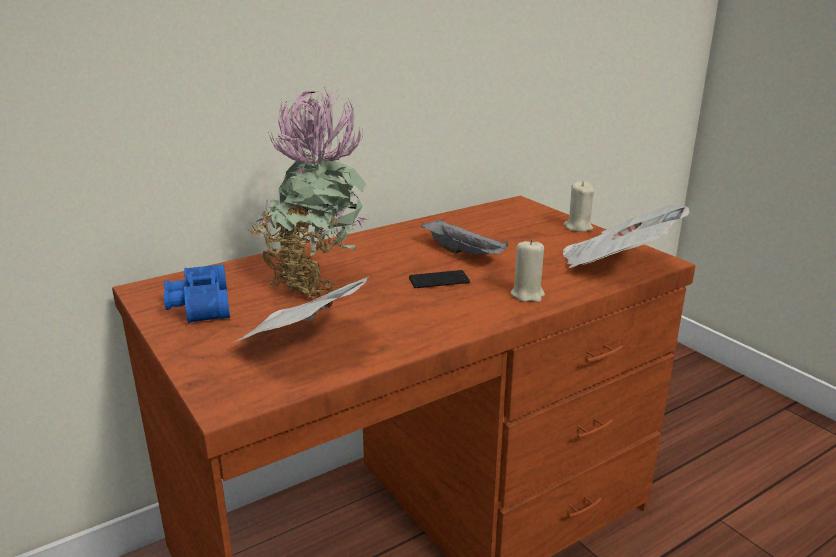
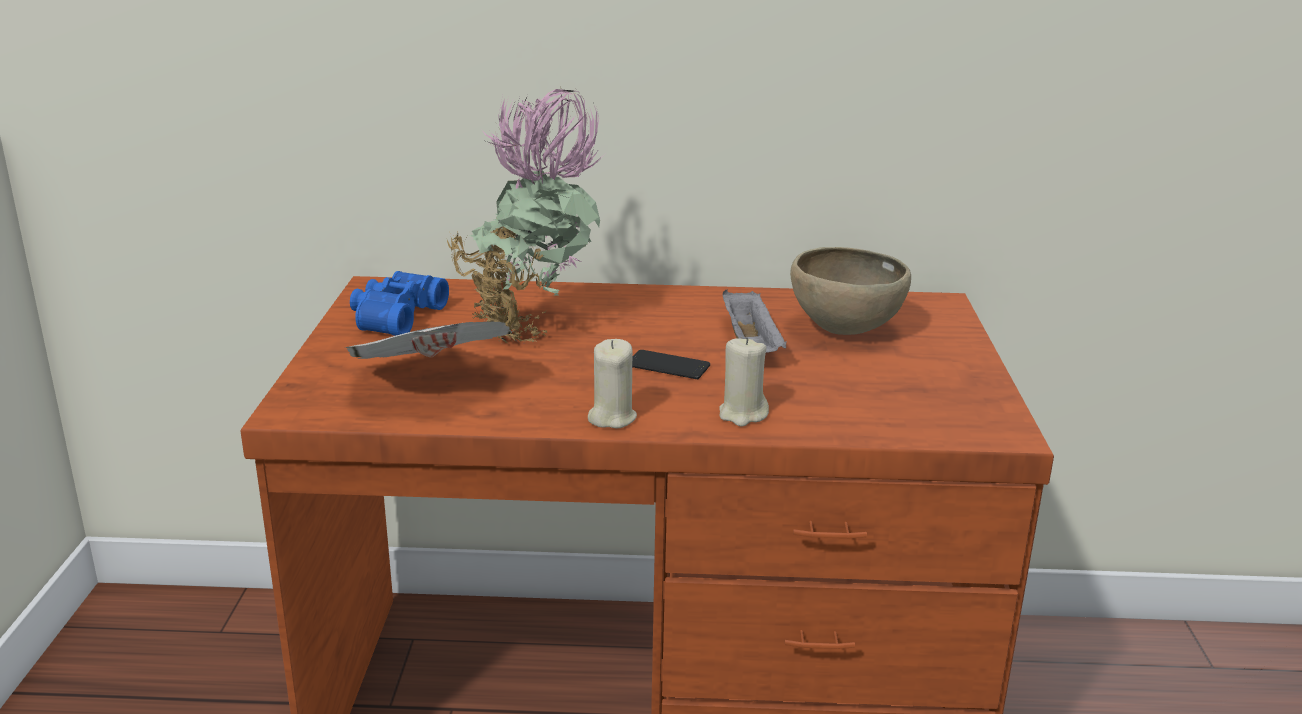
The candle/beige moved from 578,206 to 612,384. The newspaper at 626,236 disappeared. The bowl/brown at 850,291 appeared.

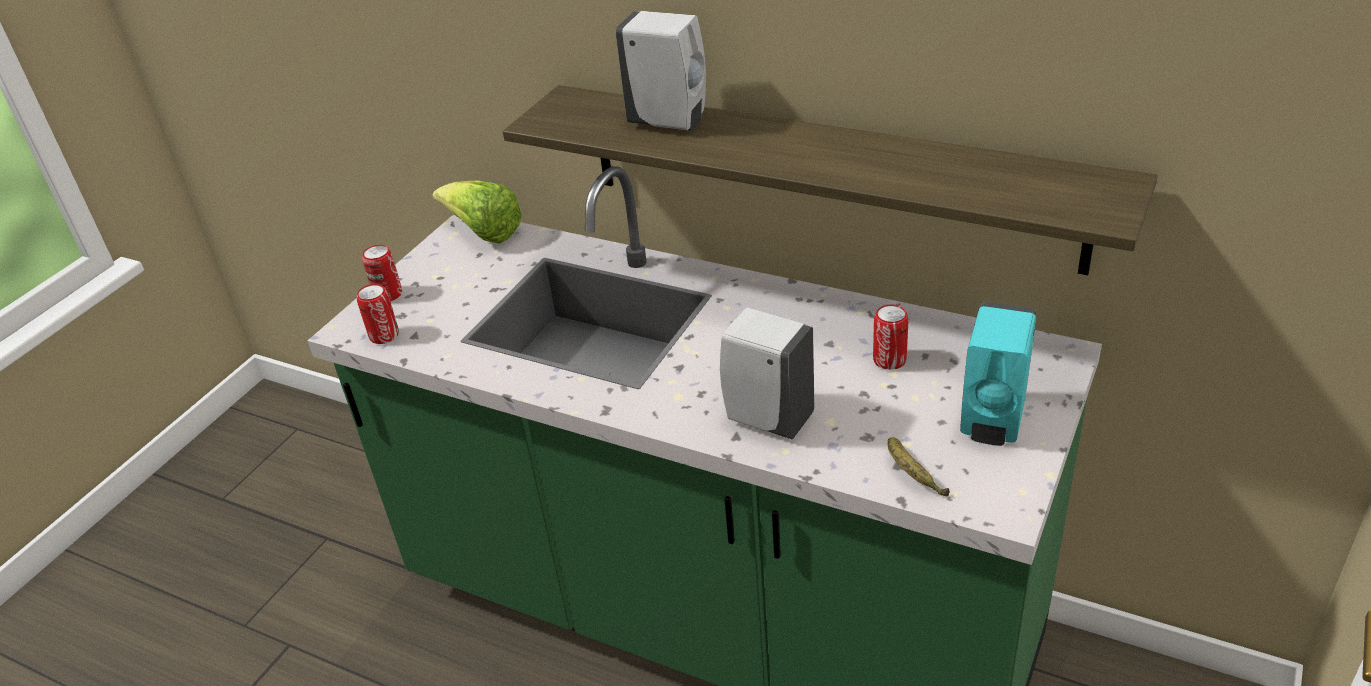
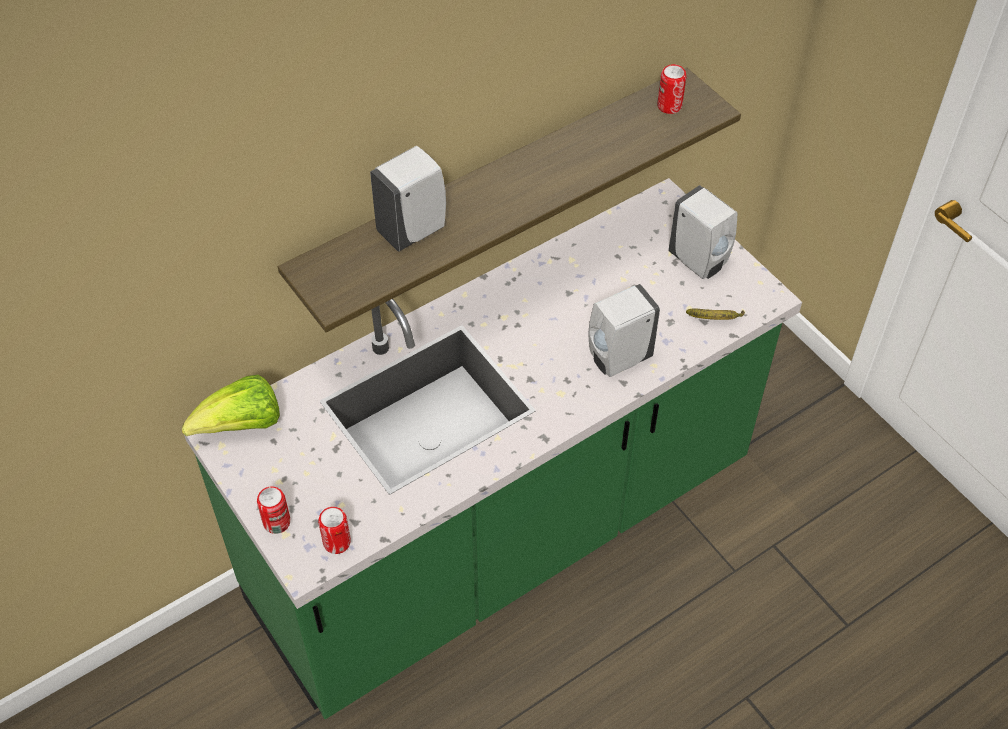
The can moved from 891,337 to 671,89. The soap dispenser/turquoise at 998,374 became the soap dispenser/white at 703,232.

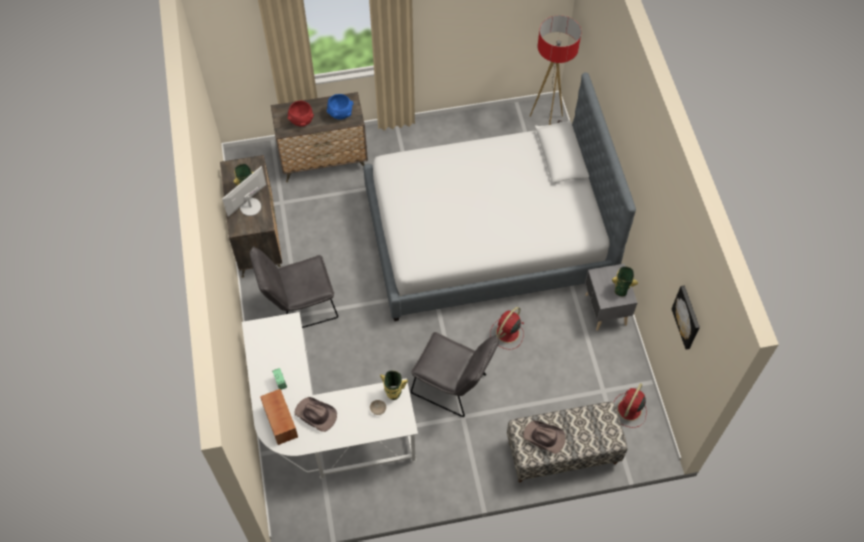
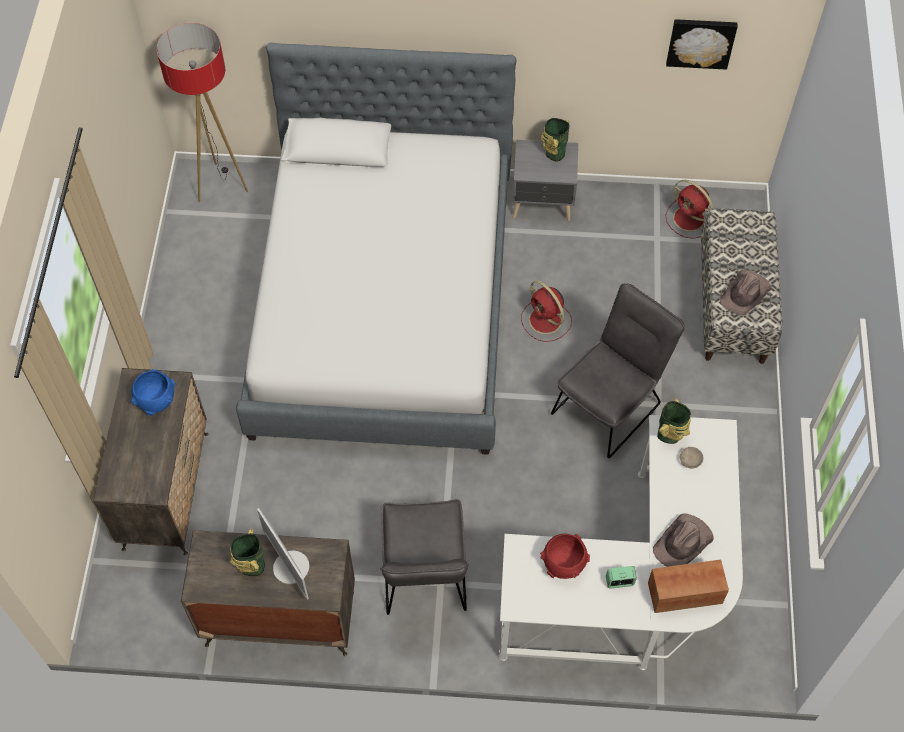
The bowl/red moved from 301,114 to 565,556.

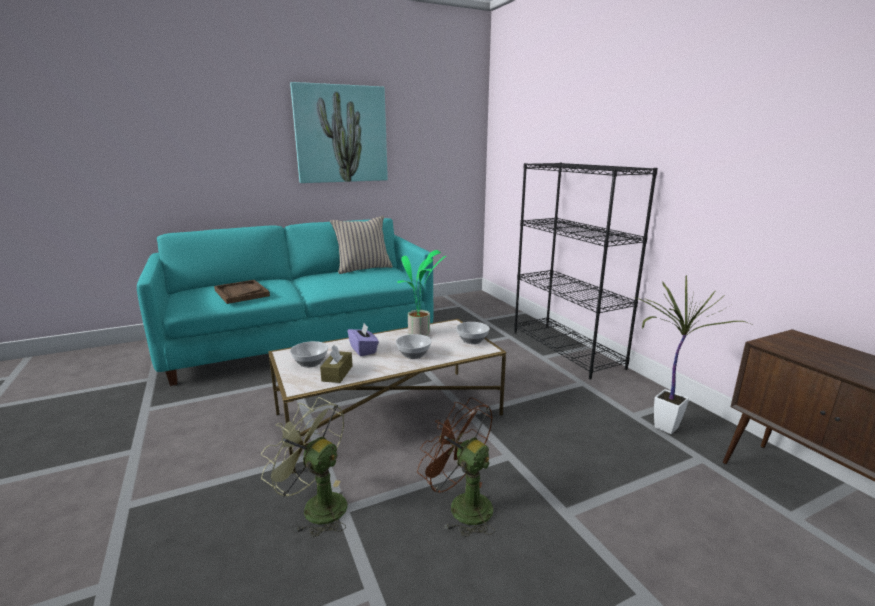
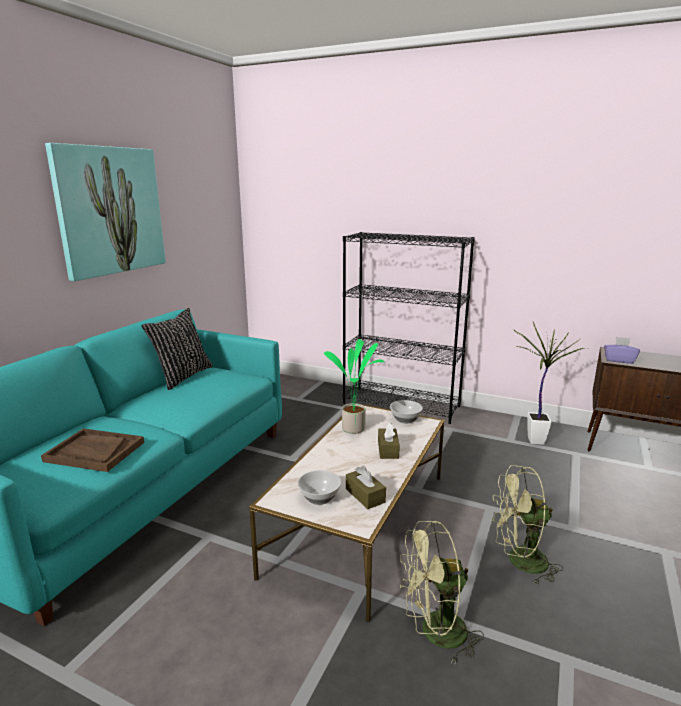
The pillow/beige at 361,245 became the pillow/black at 177,349. The tissue box/purple moved from 363,340 to 622,350. The bowl at 414,346 was replaced by the tissue box/brown at 389,441. The fan/brown at 456,467 became the fan/green at 527,525.

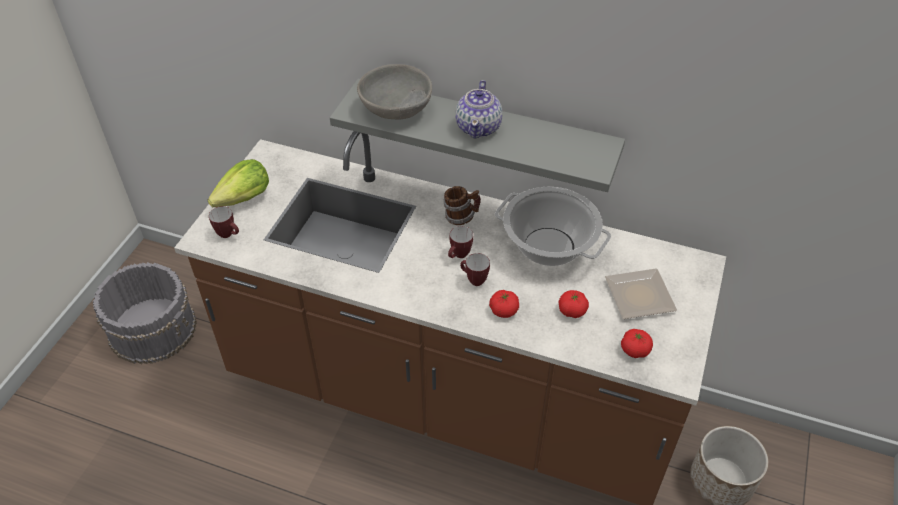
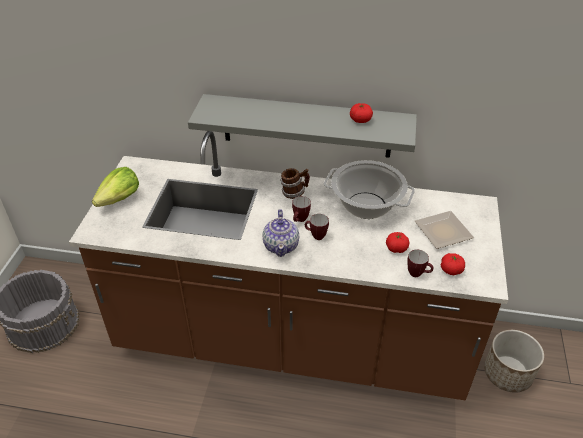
The mug moved from 224,222 to 420,263. The bowl/grey at 394,92 disappeared. The teapot moved from 479,109 to 280,233. The tomato moved from 504,304 to 361,113.

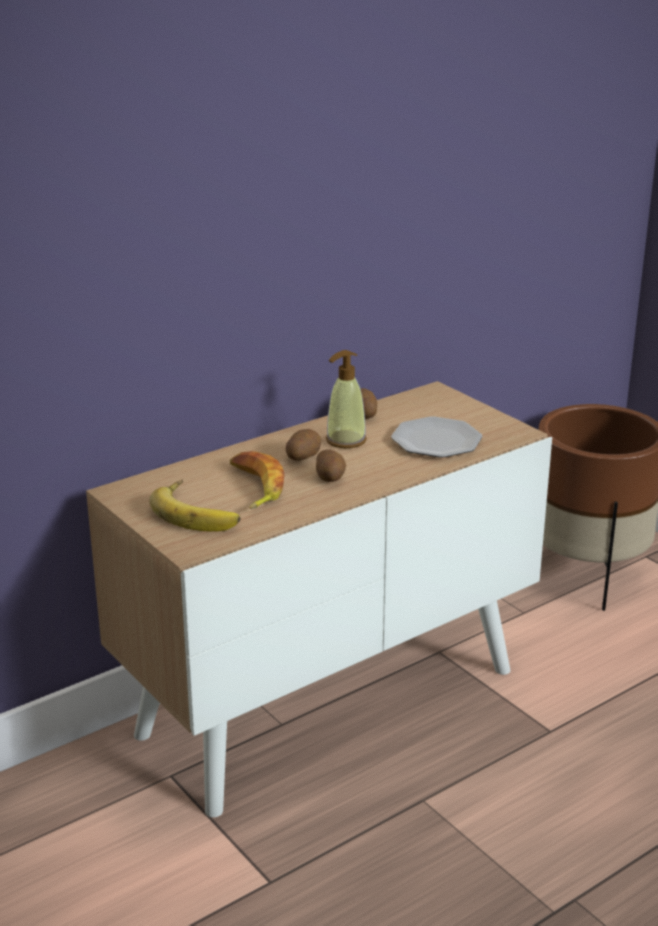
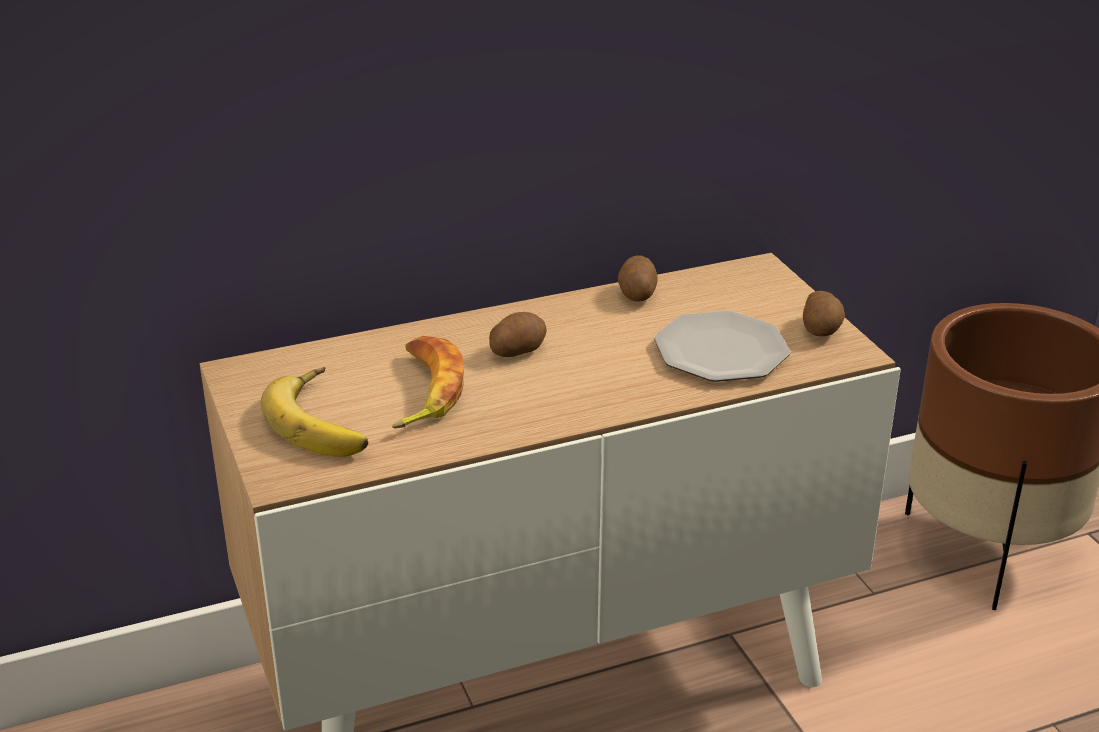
The potato moved from 331,466 to 824,313. The soap dispenser at 346,399 disappeared.

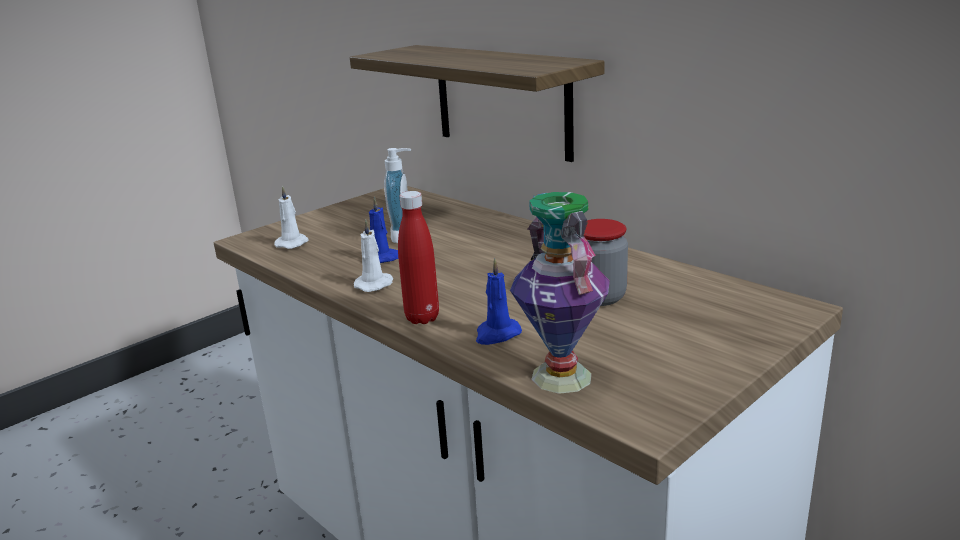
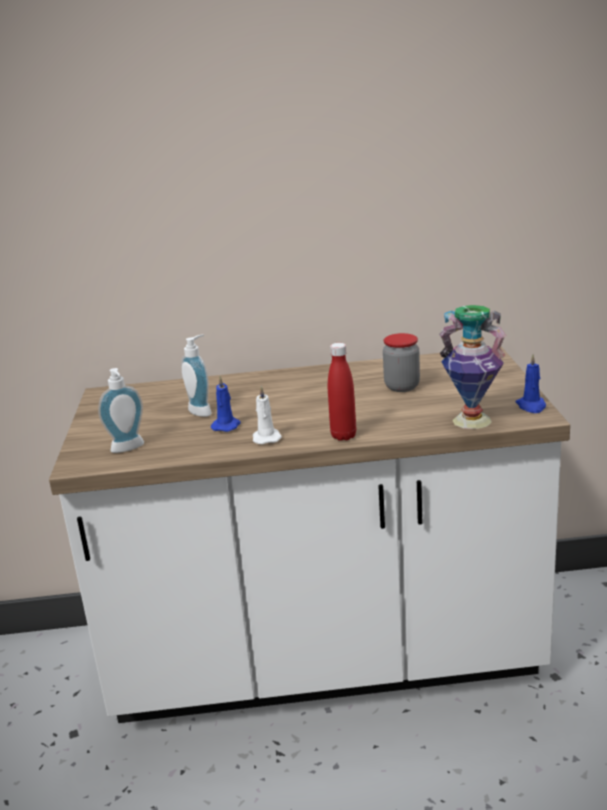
The candle/white at 291,217 was replaced by the soap dispenser at 121,410. The shelf at 477,103 disappeared. The candle/blue moved from 499,301 to 531,383.

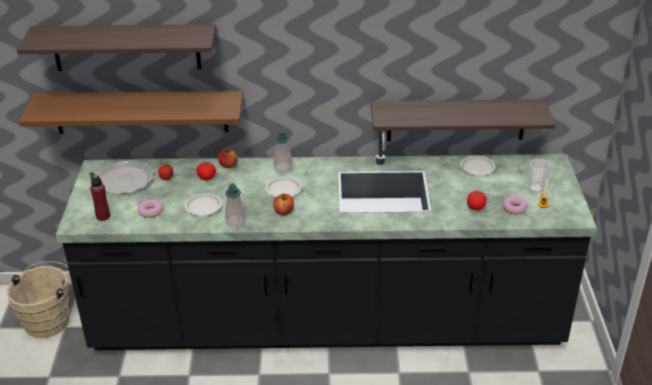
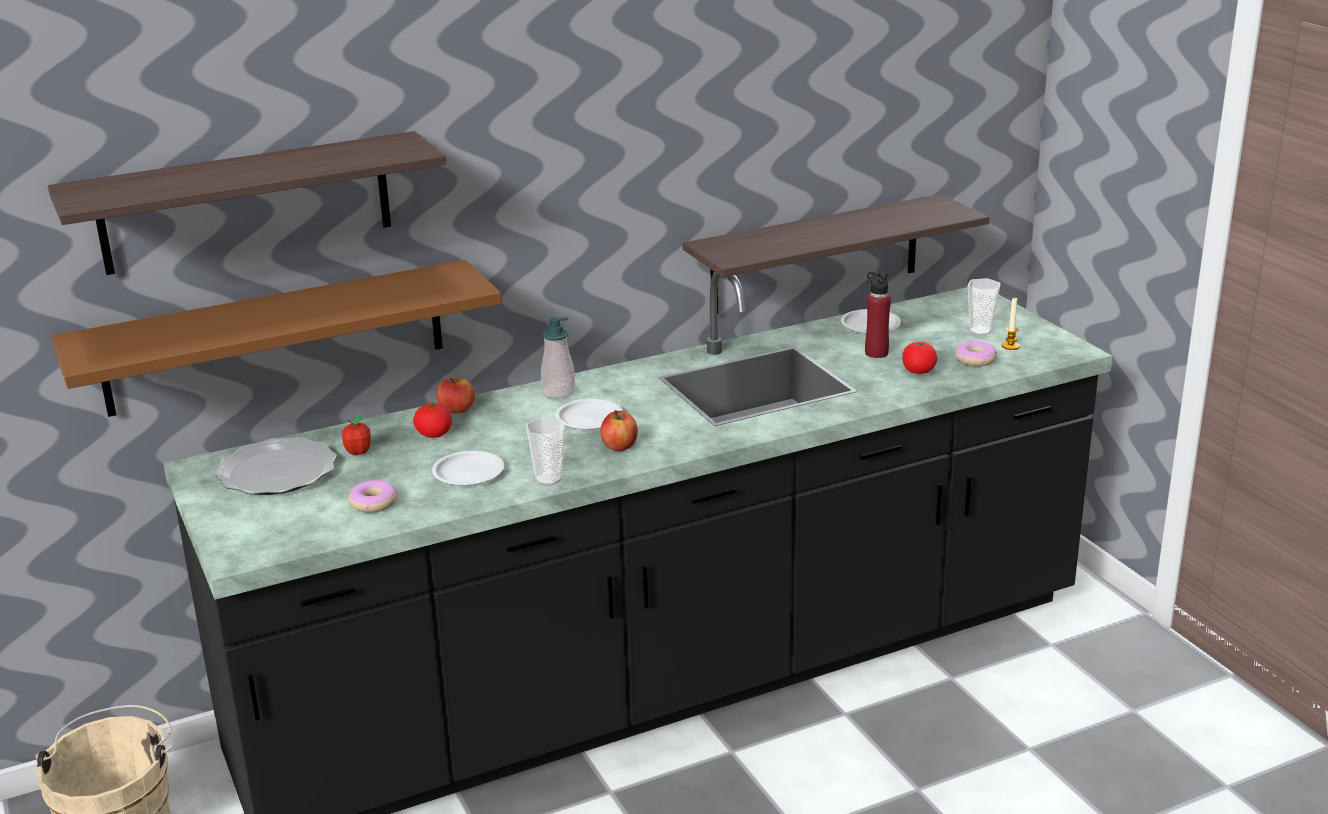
The bottle/red moved from 99,196 to 878,315. The soap dispenser at 235,205 was replaced by the cup at 545,451.

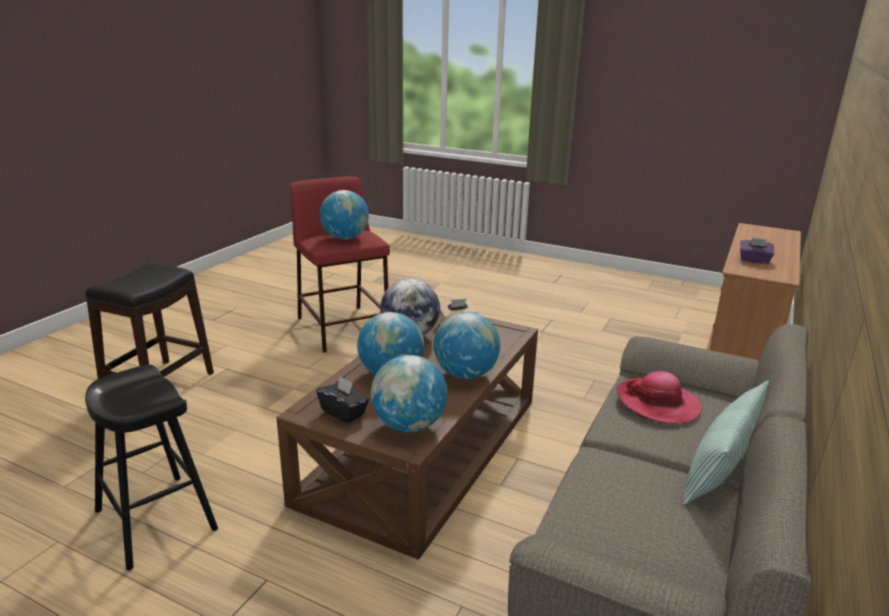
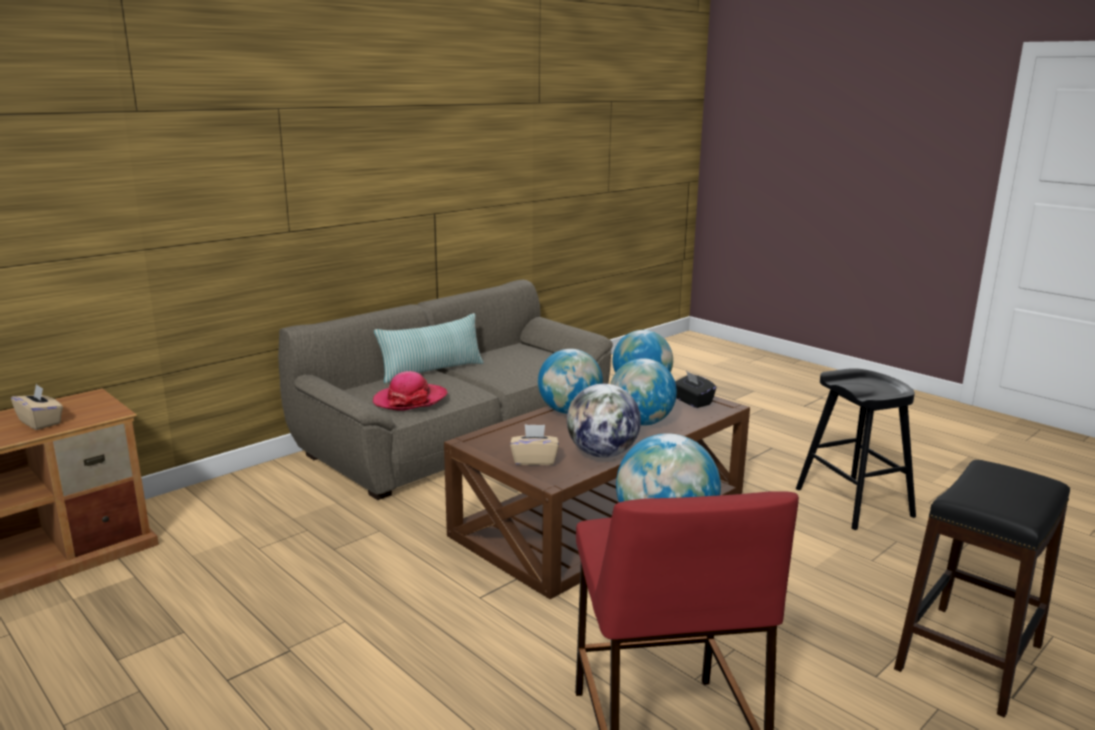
The tissue box/purple at 757,251 became the tissue box/beige at 37,407.

